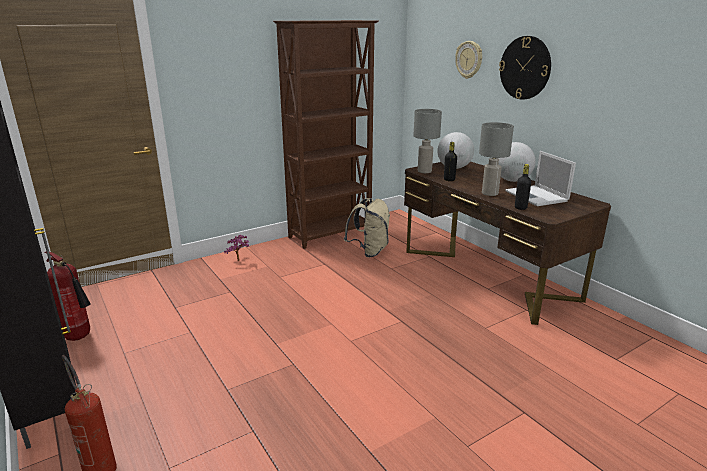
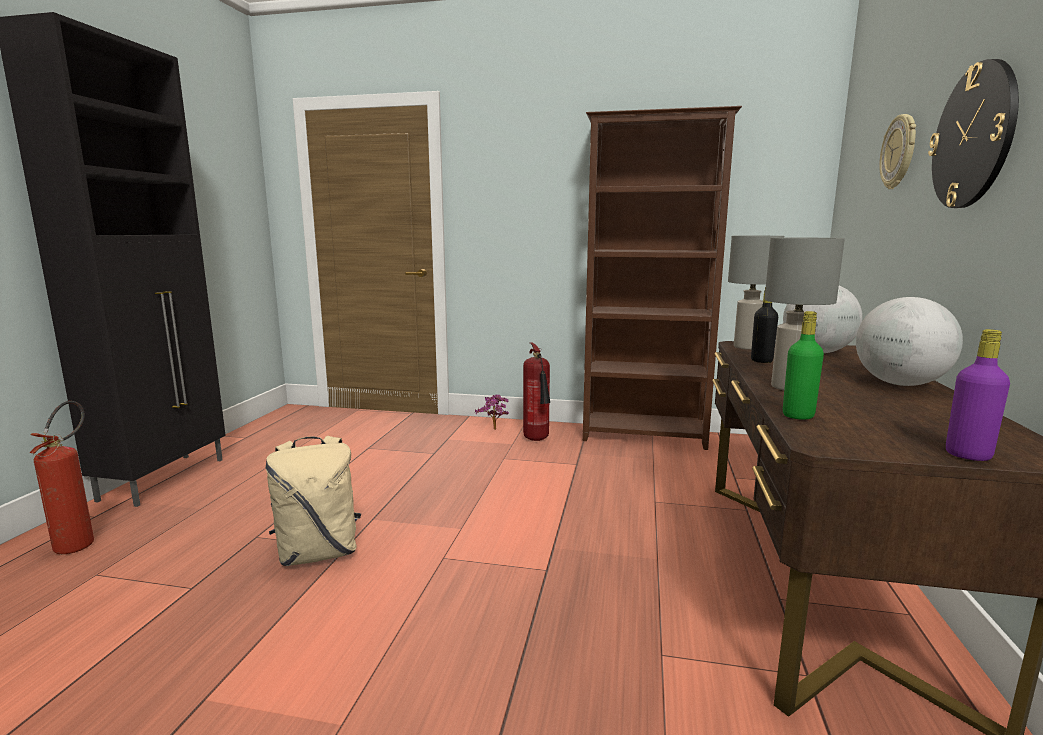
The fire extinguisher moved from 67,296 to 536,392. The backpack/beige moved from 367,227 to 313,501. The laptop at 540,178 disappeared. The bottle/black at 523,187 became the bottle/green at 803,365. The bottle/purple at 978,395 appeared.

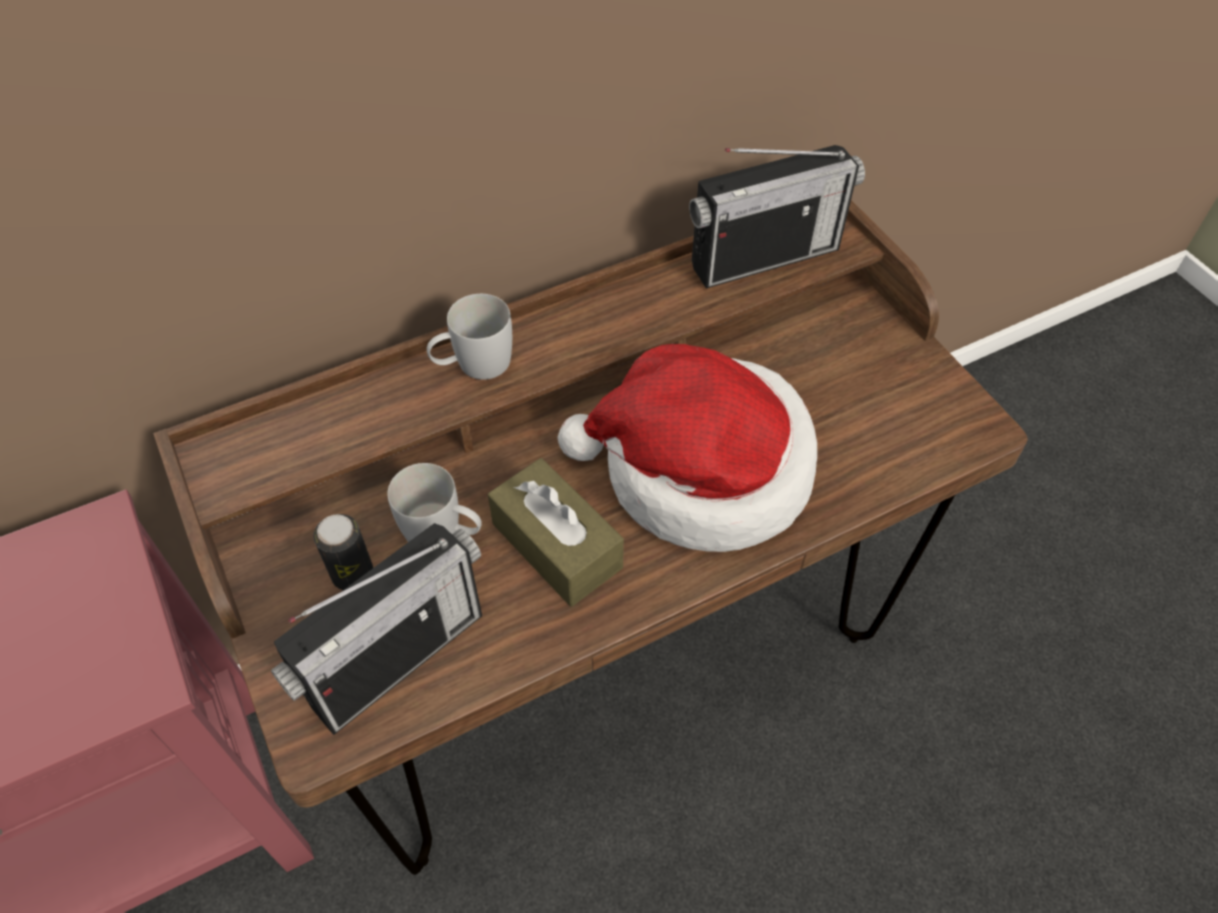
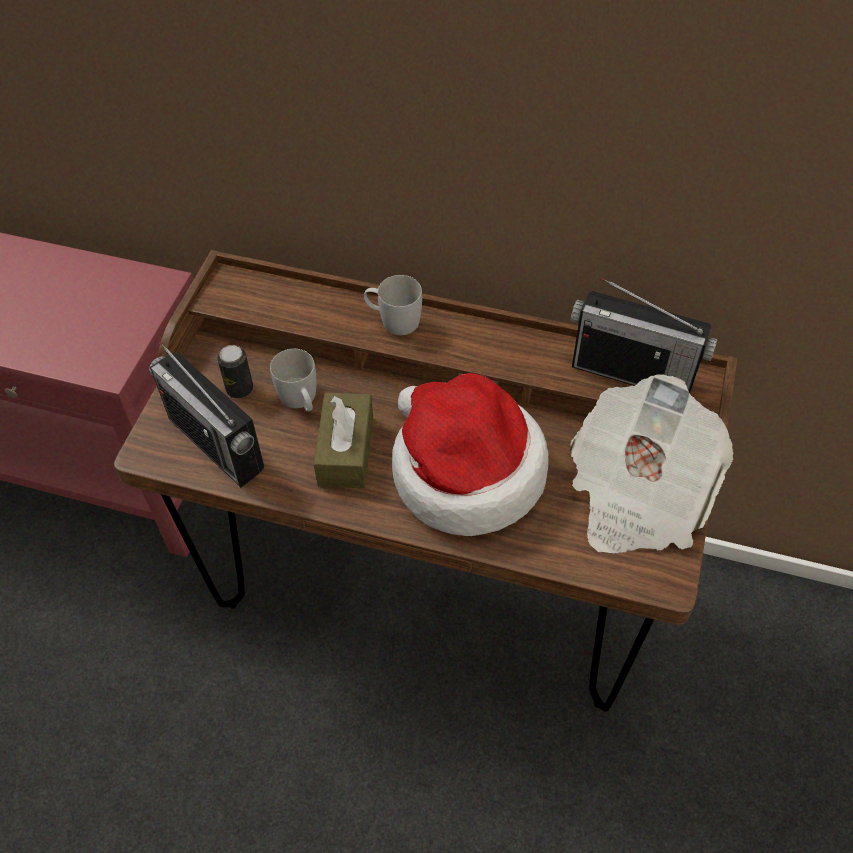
The radio at 376,629 turned 45 degrees clockwise. The newspaper at 651,463 appeared.

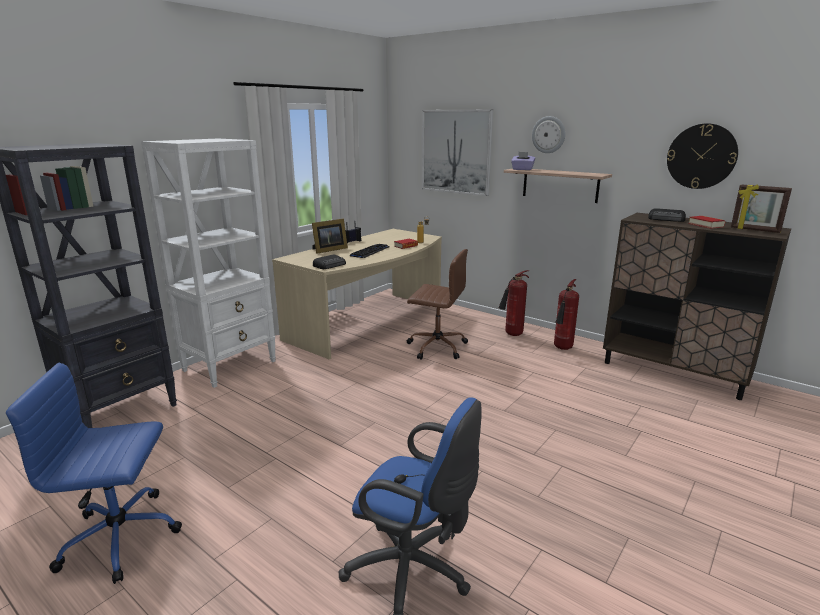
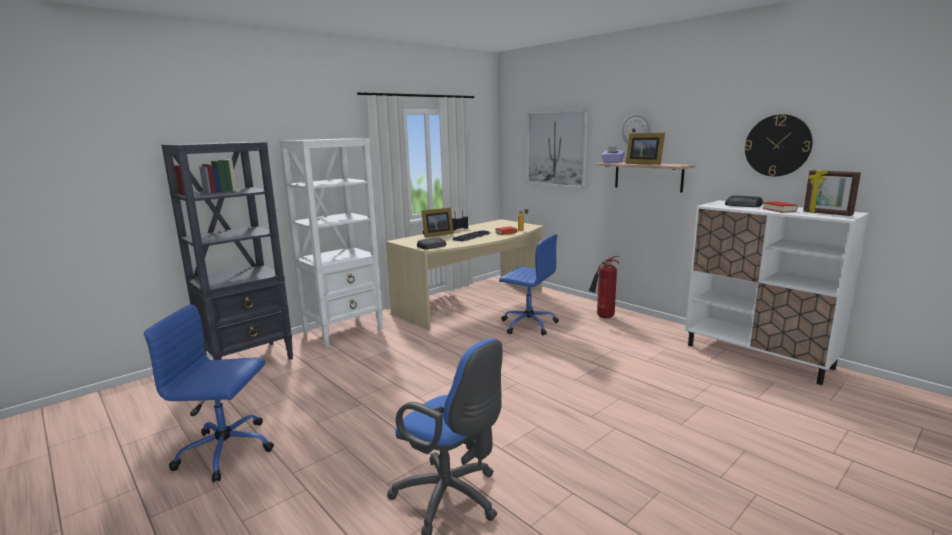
The office chair/brown at 437,304 became the office chair/blue at 529,284. The fire extinguisher at 566,314 disappeared. The cabinet/brown at 697,306 became the cabinet/white at 777,292. The picture frame at 645,149 appeared.

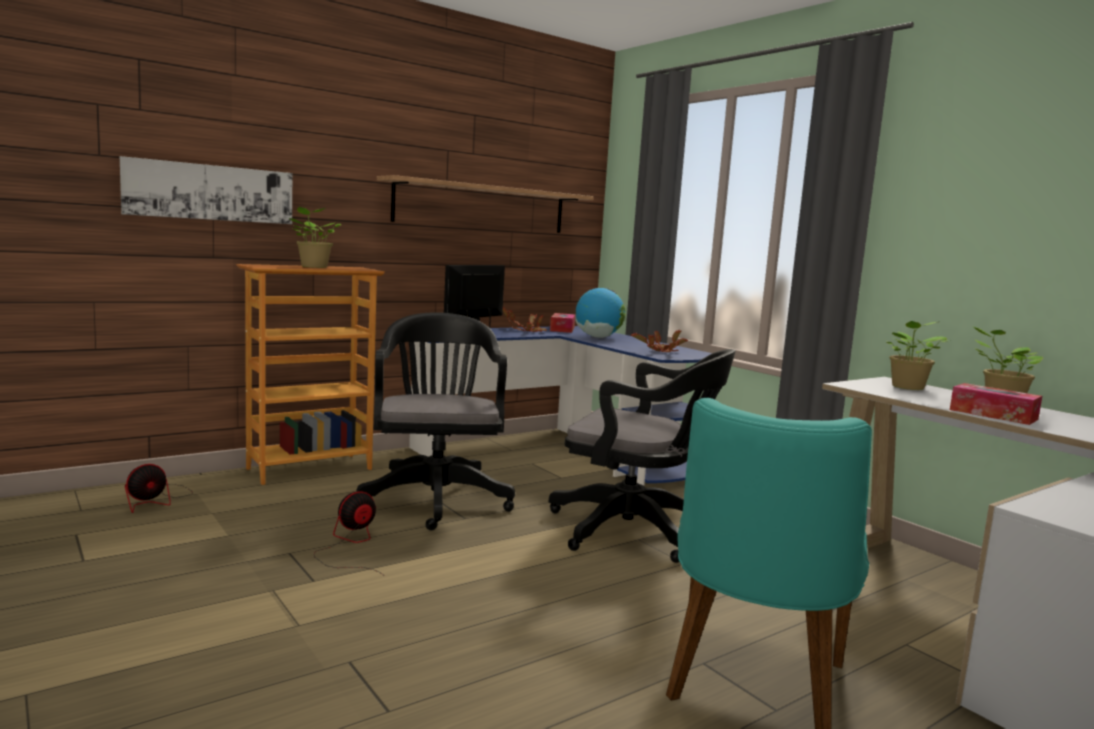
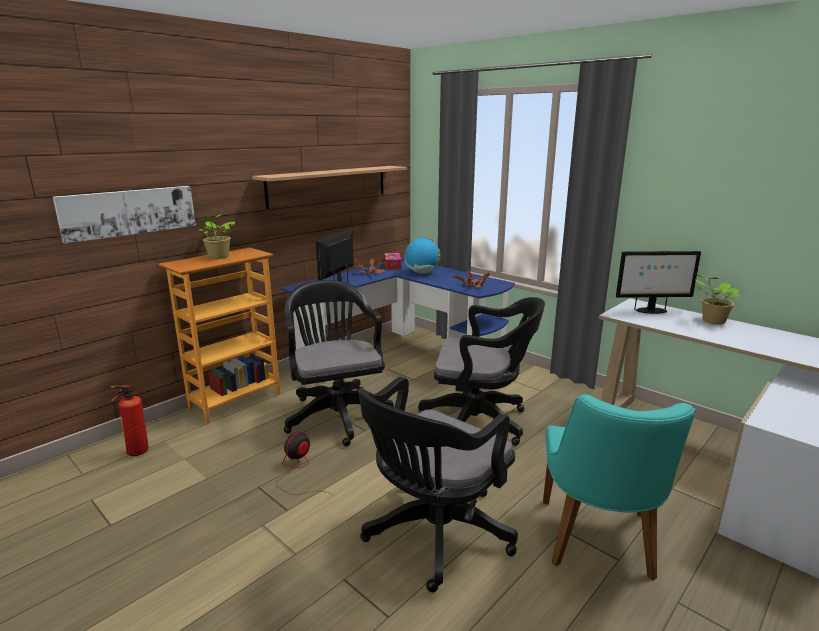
The fan at 159,488 was replaced by the fire extinguisher at 129,420. The potted plant at 918,355 was replaced by the monitor at 658,282. The tissue box at 996,404 disappeared. The office chair/black at 438,485 appeared.

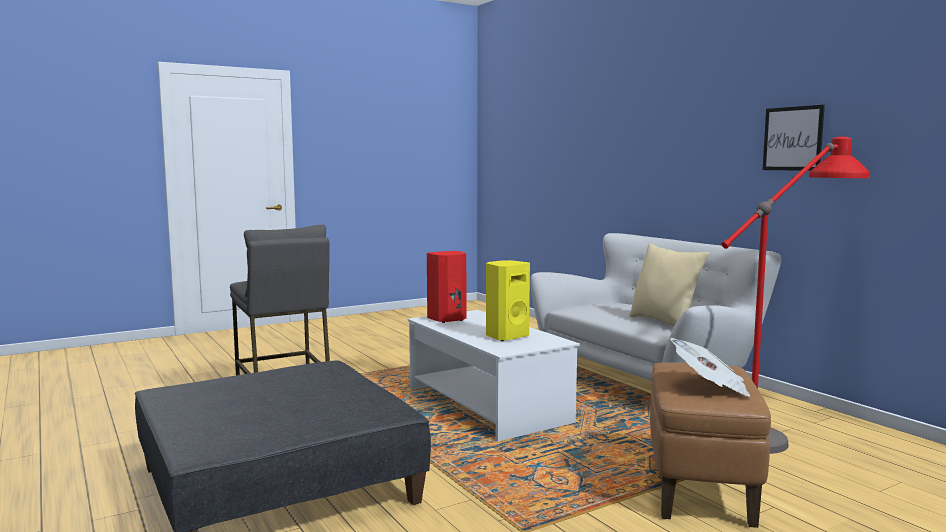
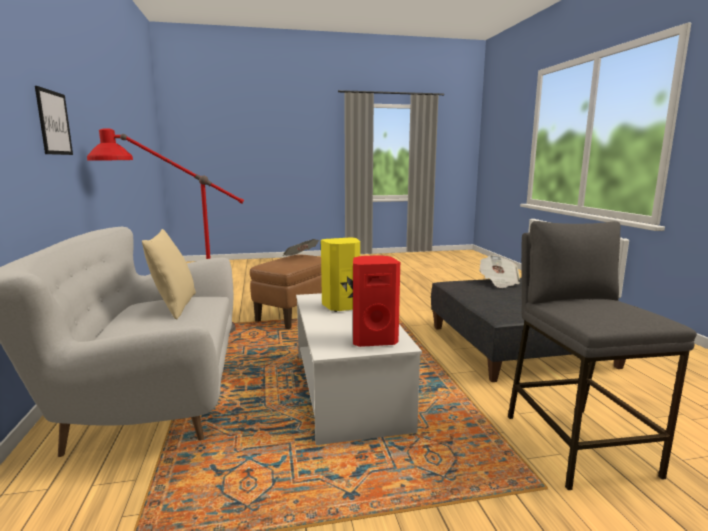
The newspaper at 499,271 appeared.

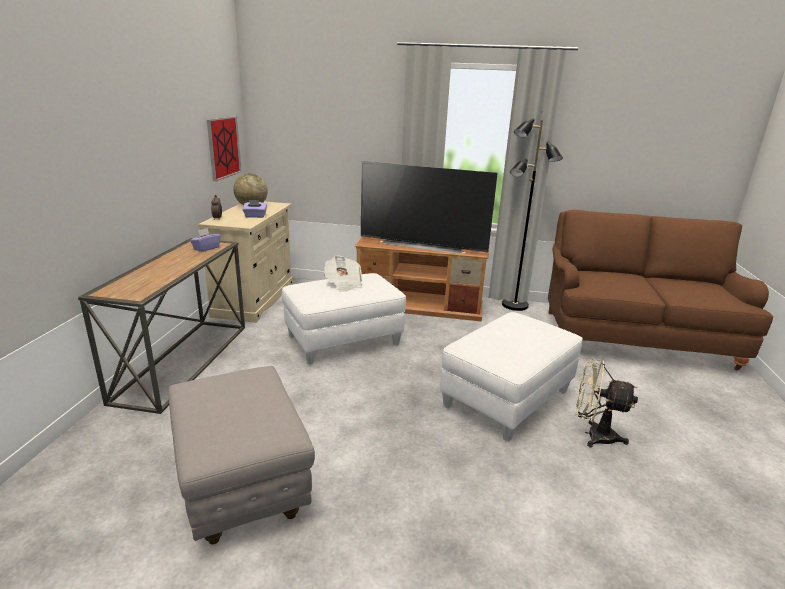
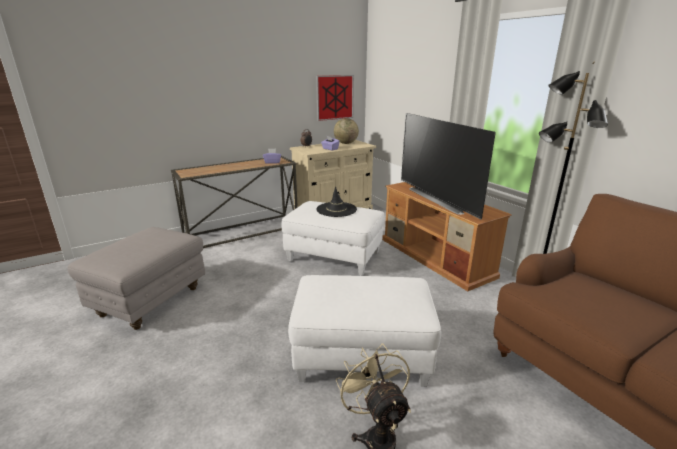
The newspaper at 343,274 was replaced by the hat/black at 336,201.

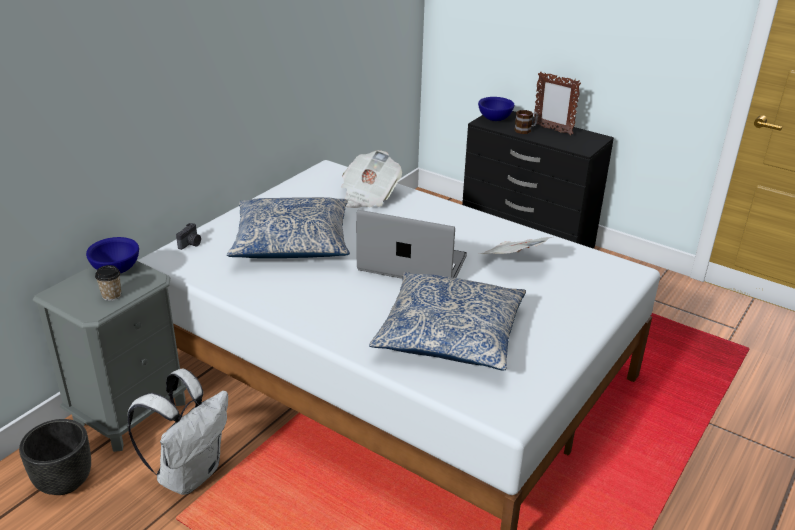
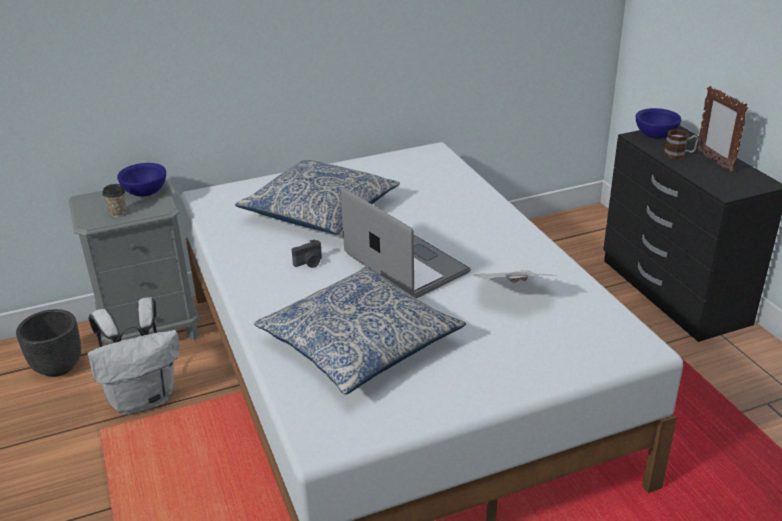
The photo camera moved from 188,236 to 307,253. The newspaper at 371,179 disappeared.

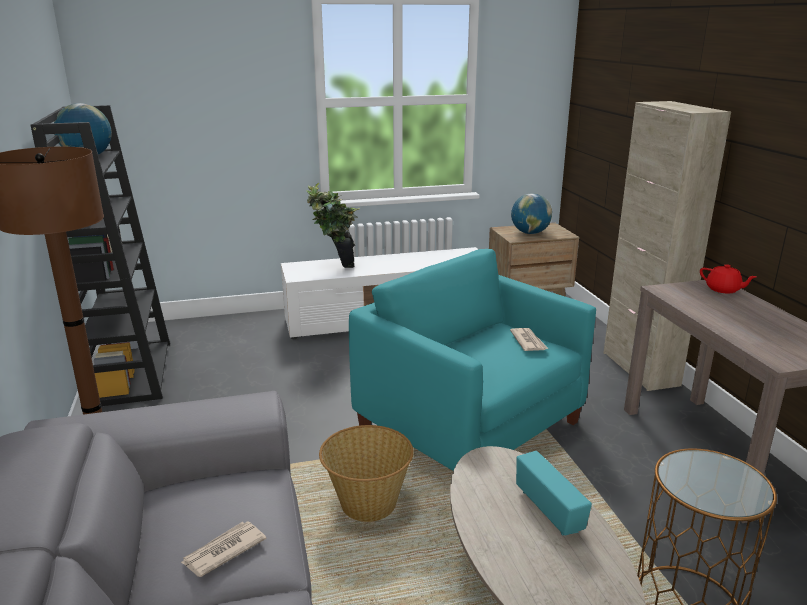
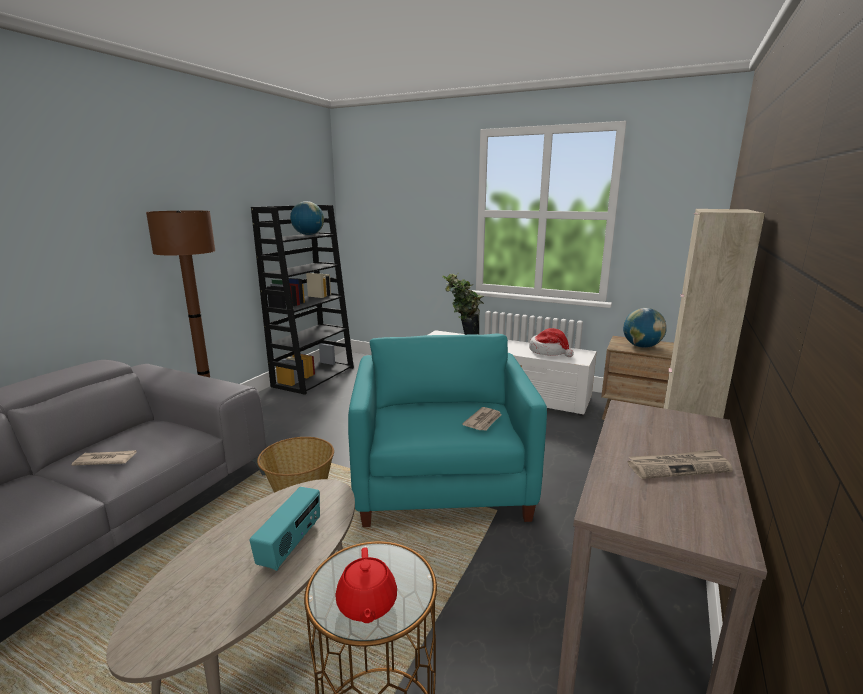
The teapot/red moved from 728,279 to 366,585. The hat at 551,342 appeared. The newspaper at 680,464 appeared.

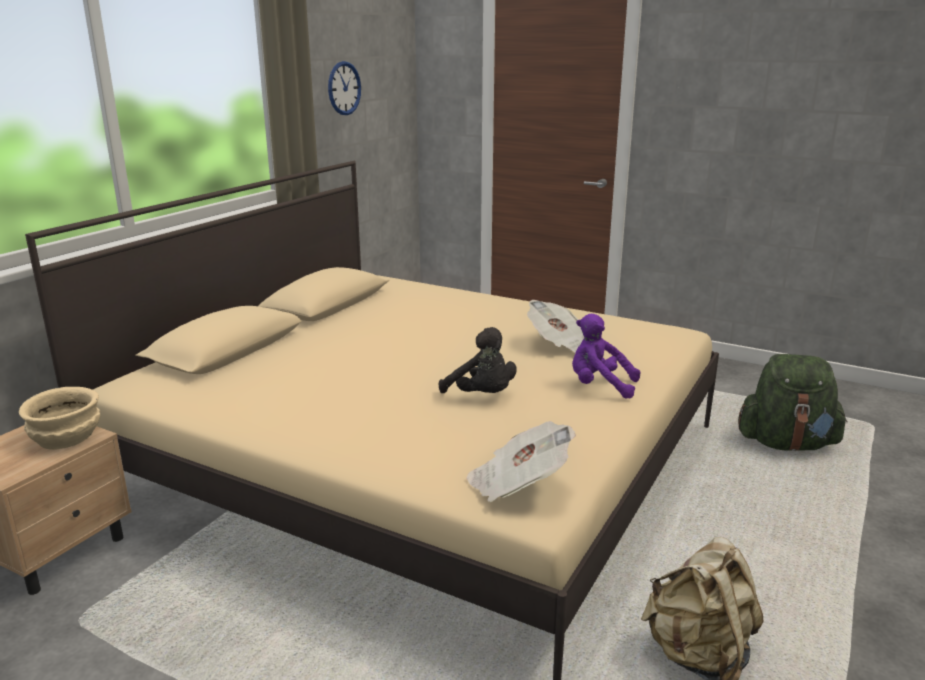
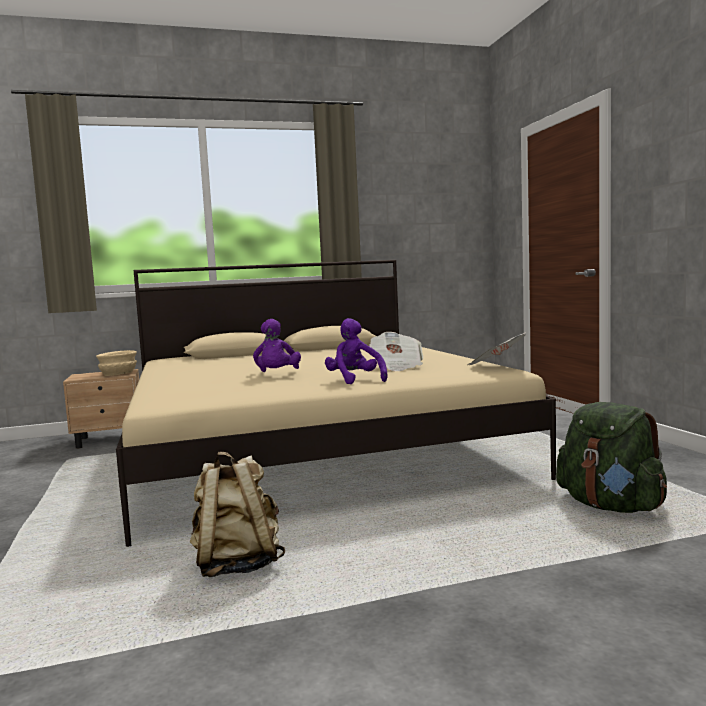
The wall clock at 344,88 disappeared. The plush toy/black at 478,360 became the plush toy/purple at 277,345. The newspaper moved from 521,461 to 496,348.

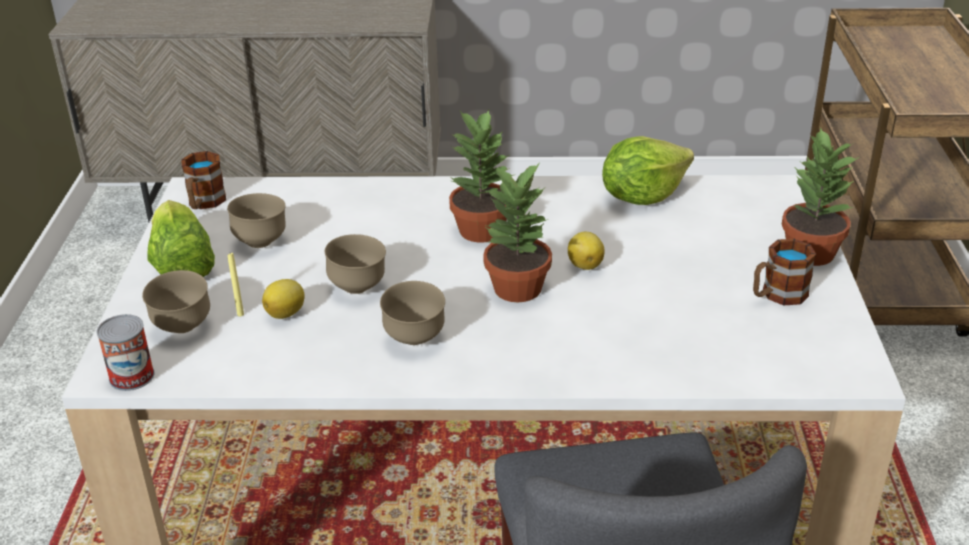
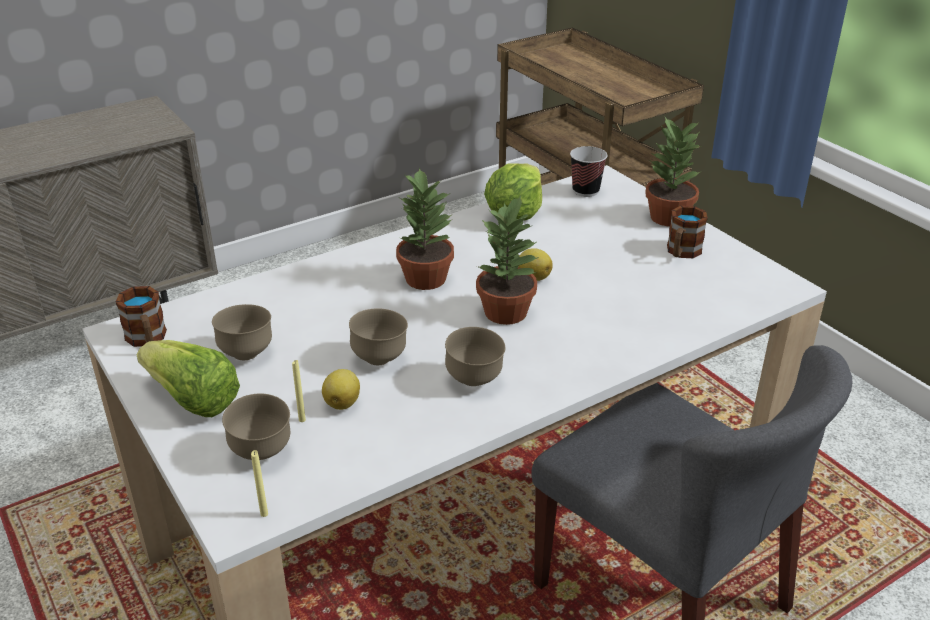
The can at 125,352 was replaced by the candle/yellow at 259,483. The cup at 588,171 appeared.

